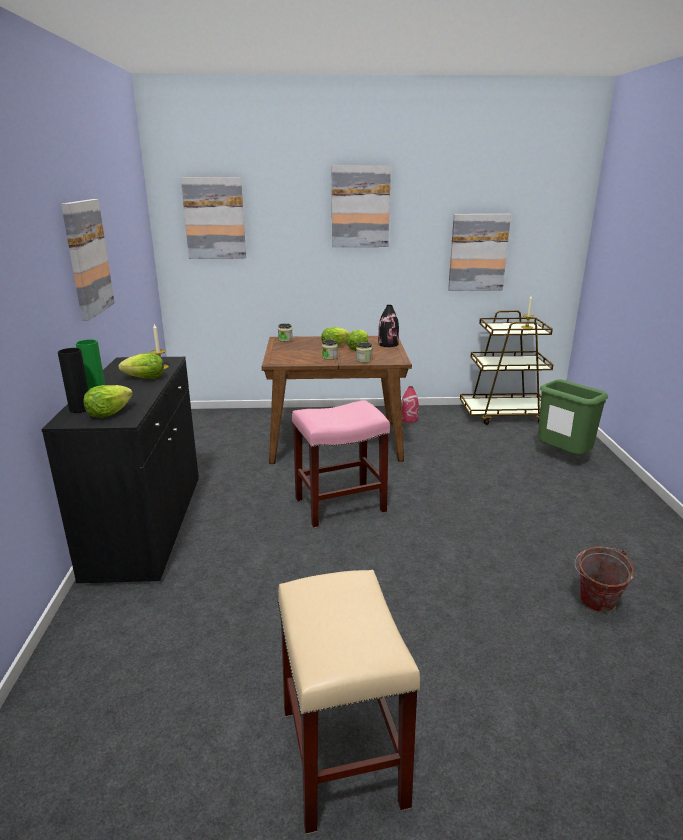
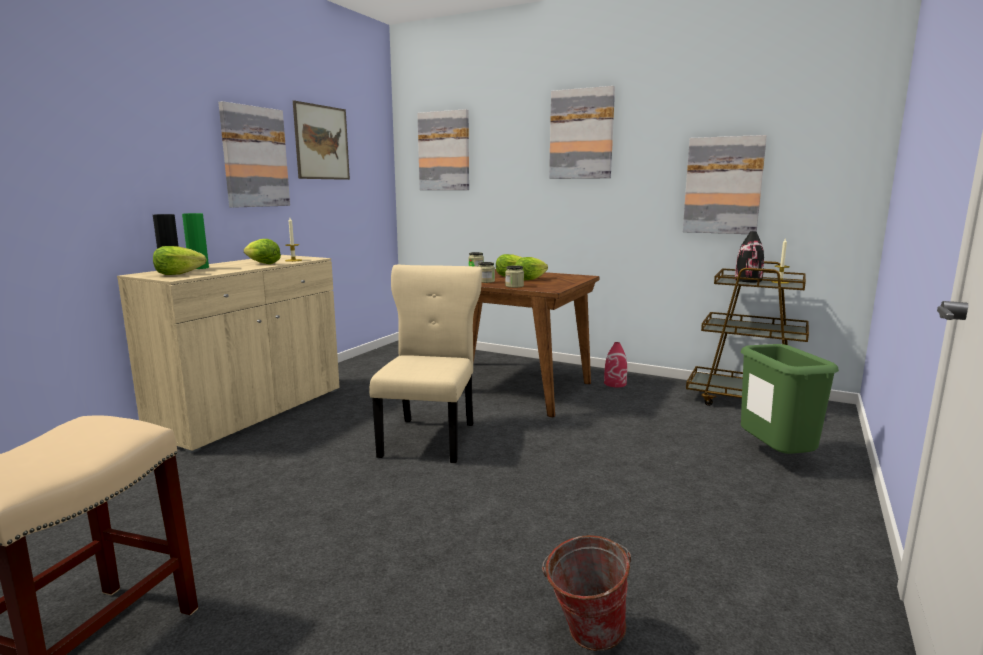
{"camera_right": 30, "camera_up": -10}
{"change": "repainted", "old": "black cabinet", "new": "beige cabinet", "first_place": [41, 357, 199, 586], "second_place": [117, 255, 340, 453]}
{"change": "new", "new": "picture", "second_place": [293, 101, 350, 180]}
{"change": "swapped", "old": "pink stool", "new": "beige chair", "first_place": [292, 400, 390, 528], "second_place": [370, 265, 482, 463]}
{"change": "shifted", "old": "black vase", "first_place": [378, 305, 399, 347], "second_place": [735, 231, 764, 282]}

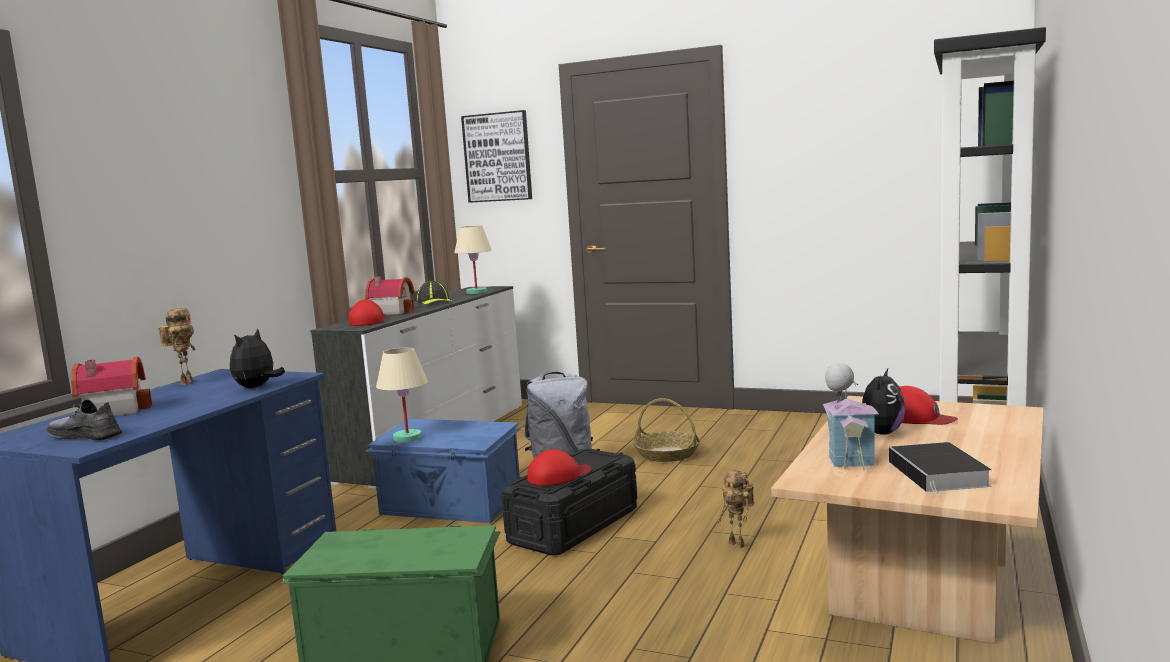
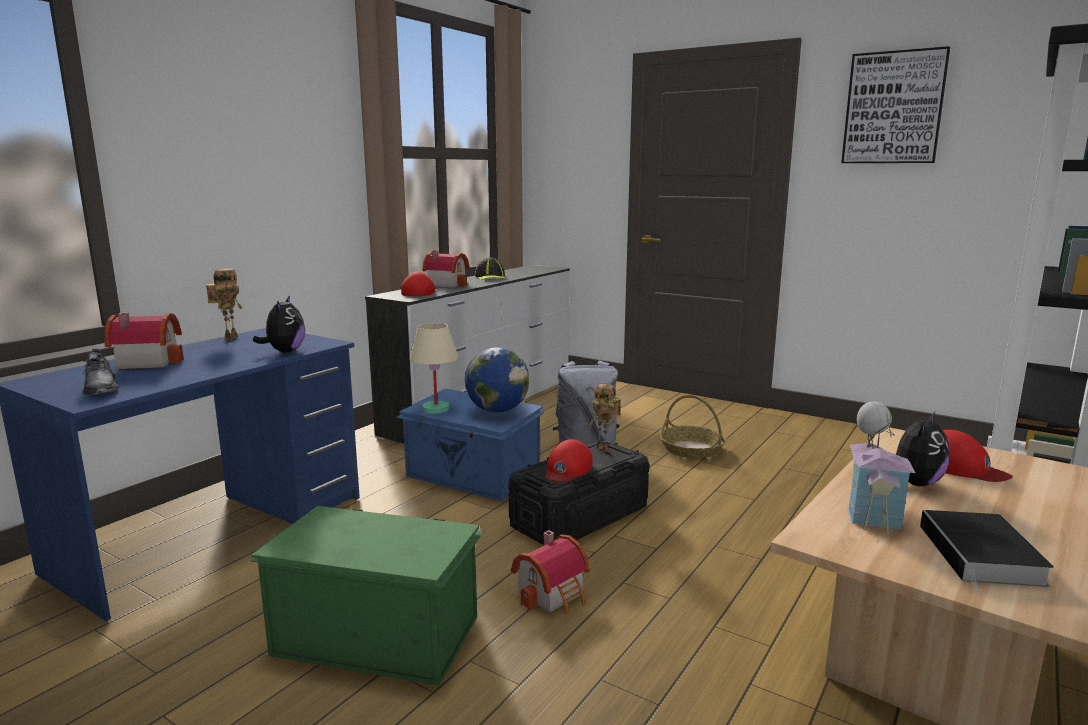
{"camera_right": 10, "camera_up": 5}
{"change": "rotated", "old": "grey shoe", "first_place": [46, 399, 122, 441], "second_place": [82, 348, 118, 395], "degrees": -150}
{"change": "rotated", "old": "plush toy", "first_place": [230, 328, 285, 388], "second_place": [253, 295, 305, 352], "degrees": 150}
{"change": "new", "new": "globe", "second_place": [465, 347, 529, 412]}
{"change": "new", "new": "toy house", "second_place": [511, 530, 590, 614]}
{"change": "rotated", "old": "red cap", "first_place": [527, 449, 591, 486], "second_place": [545, 439, 593, 482], "degrees": 135}
{"change": "shifted", "old": "toy robot", "first_place": [718, 470, 754, 548], "second_place": [588, 384, 621, 453]}
{"change": "shifted", "old": "picture", "first_place": [461, 110, 532, 203], "second_place": [841, 46, 950, 163]}
{"change": "gone", "old": "beige table lamp", "first_place": [454, 226, 492, 294]}

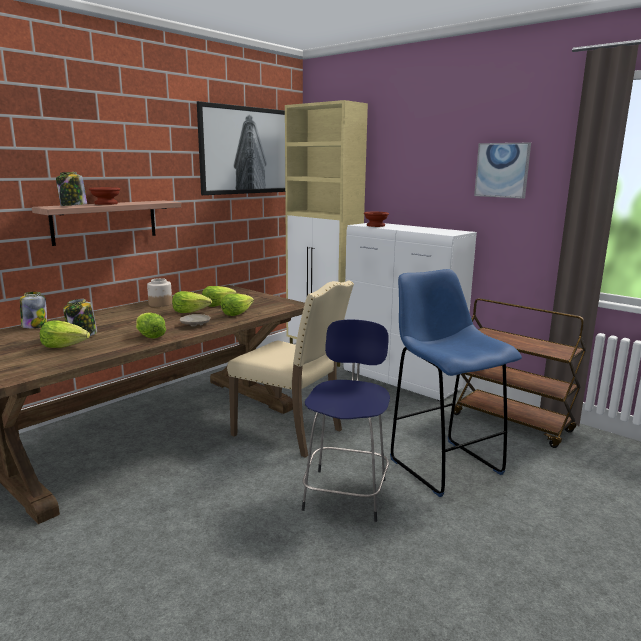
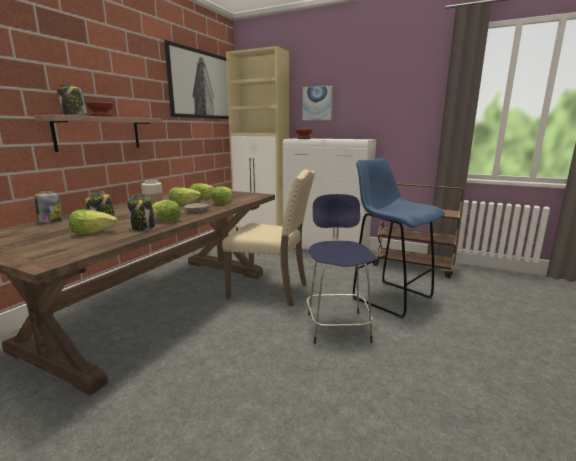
{"camera_right": -15, "camera_up": 0}
{"change": "new", "new": "jar", "second_place": [127, 194, 155, 231]}
{"change": "shifted", "old": "picture", "first_place": [474, 142, 531, 199], "second_place": [302, 85, 334, 121]}

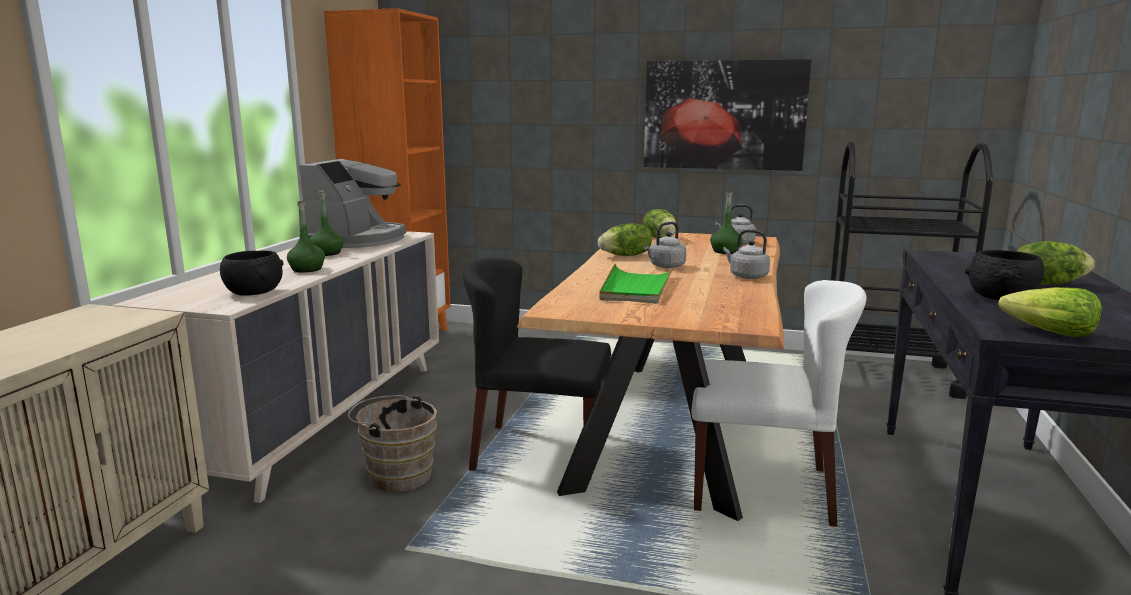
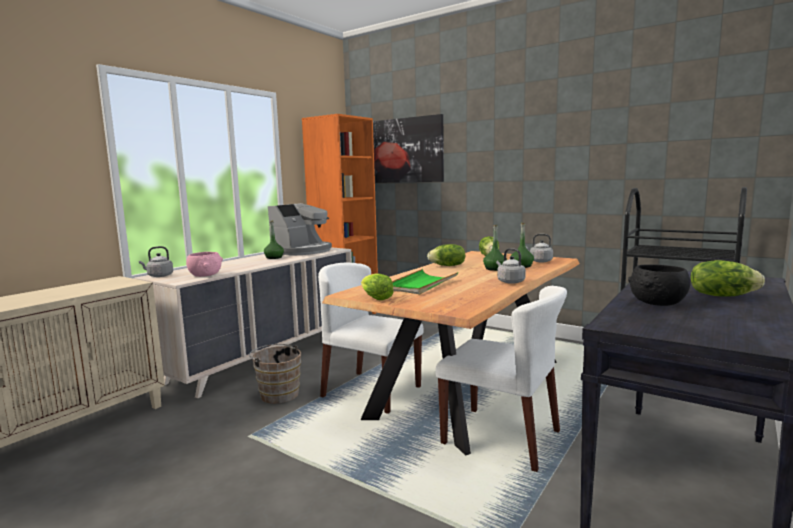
{"camera_right": 20, "camera_up": -5}
{"change": "shifted", "old": "grey kettle", "first_place": [644, 222, 686, 268], "second_place": [139, 246, 173, 277]}
{"change": "repainted", "old": "black bowl", "new": "pink bowl", "first_place": [220, 251, 283, 296], "second_place": [186, 252, 223, 277]}
{"change": "repainted", "old": "black chair", "new": "white chair", "first_place": [463, 258, 611, 481], "second_place": [318, 263, 424, 414]}
{"change": "shifted", "old": "lettuce", "first_place": [998, 287, 1102, 337], "second_place": [361, 274, 394, 300]}
{"change": "shifted", "old": "picture", "first_place": [644, 59, 811, 171], "second_place": [373, 114, 444, 183]}
{"change": "shifted", "old": "green bottle", "first_place": [287, 201, 325, 273], "second_place": [483, 225, 507, 271]}

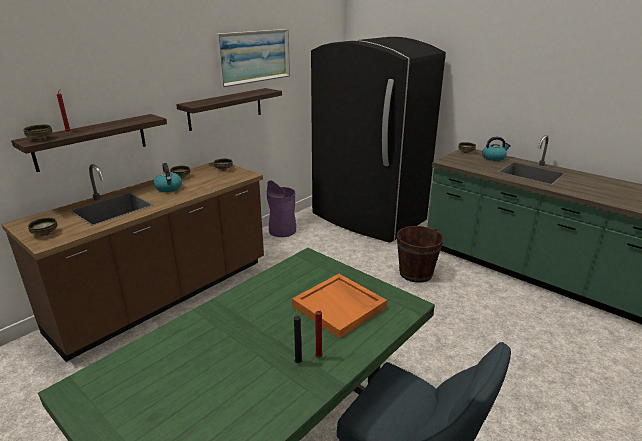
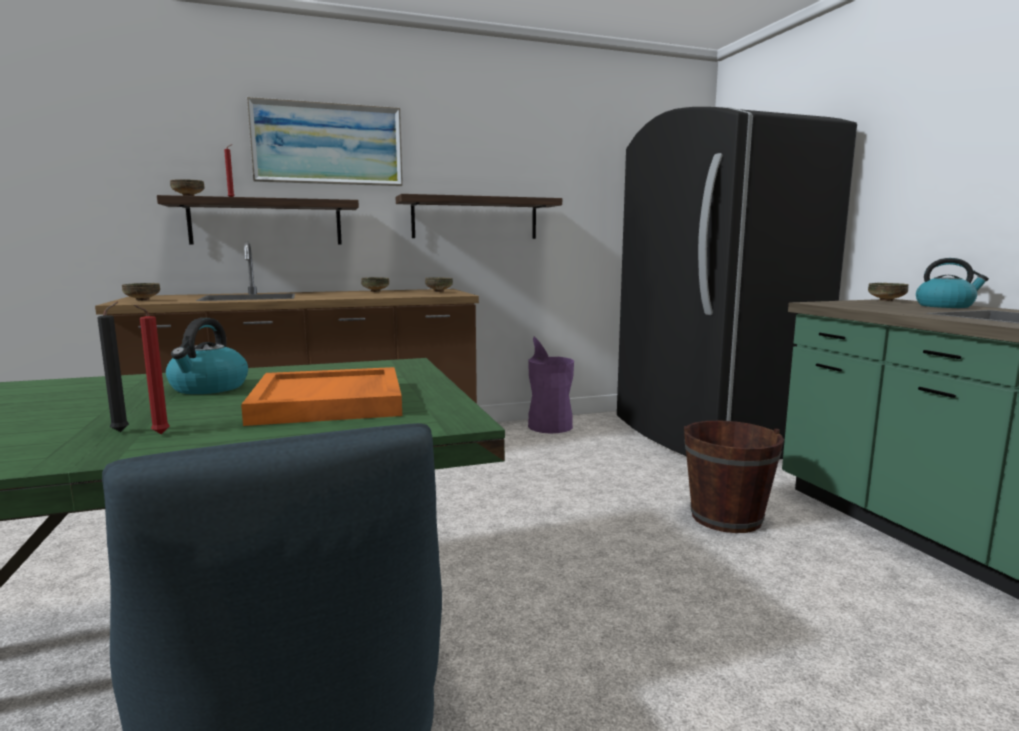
{"camera_right": 30, "camera_up": -15}
{"change": "shifted", "old": "kettle", "first_place": [154, 163, 182, 192], "second_place": [166, 318, 248, 394]}
{"change": "shifted", "old": "picture", "first_place": [216, 29, 290, 87], "second_place": [247, 97, 403, 186]}

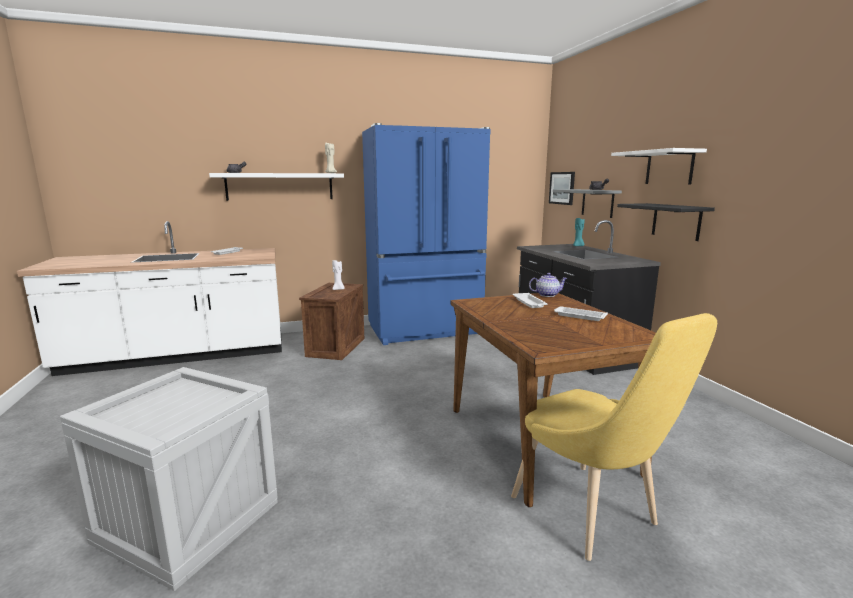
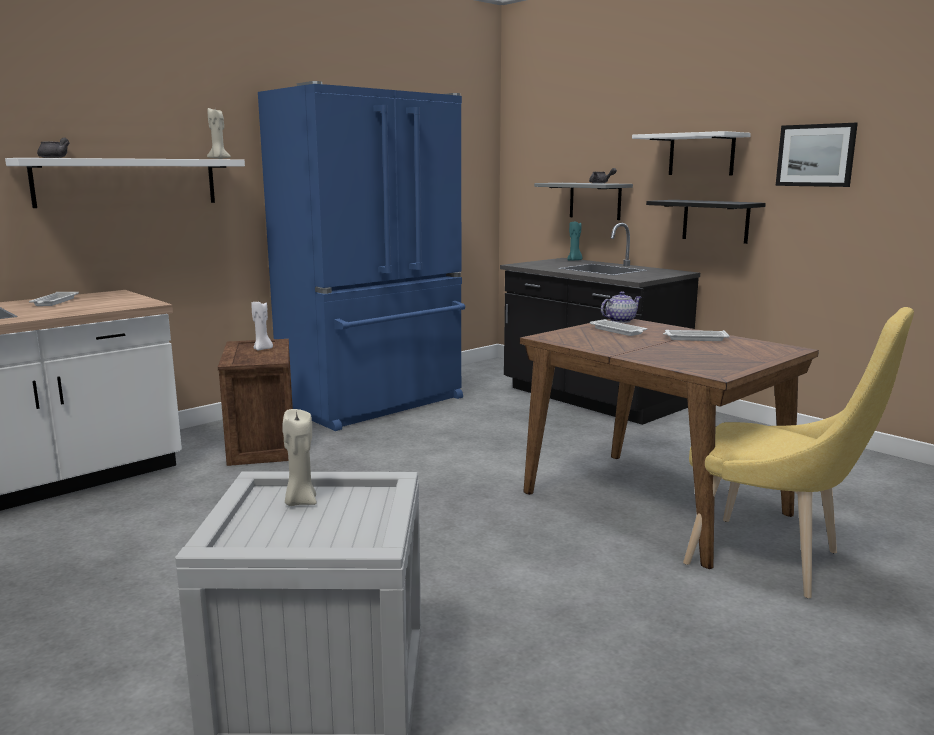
{"camera_right": -25, "camera_up": 0}
{"change": "new", "new": "beige candle", "second_place": [282, 409, 317, 506]}
{"change": "shifted", "old": "picture", "first_place": [549, 172, 575, 205], "second_place": [775, 123, 858, 187]}

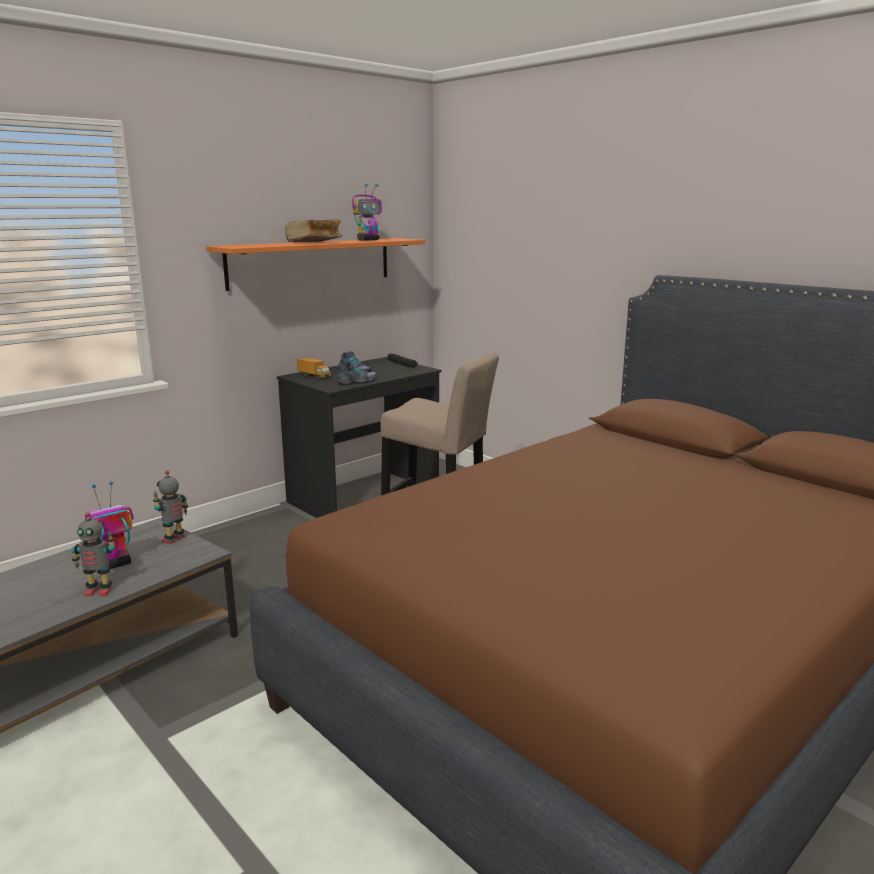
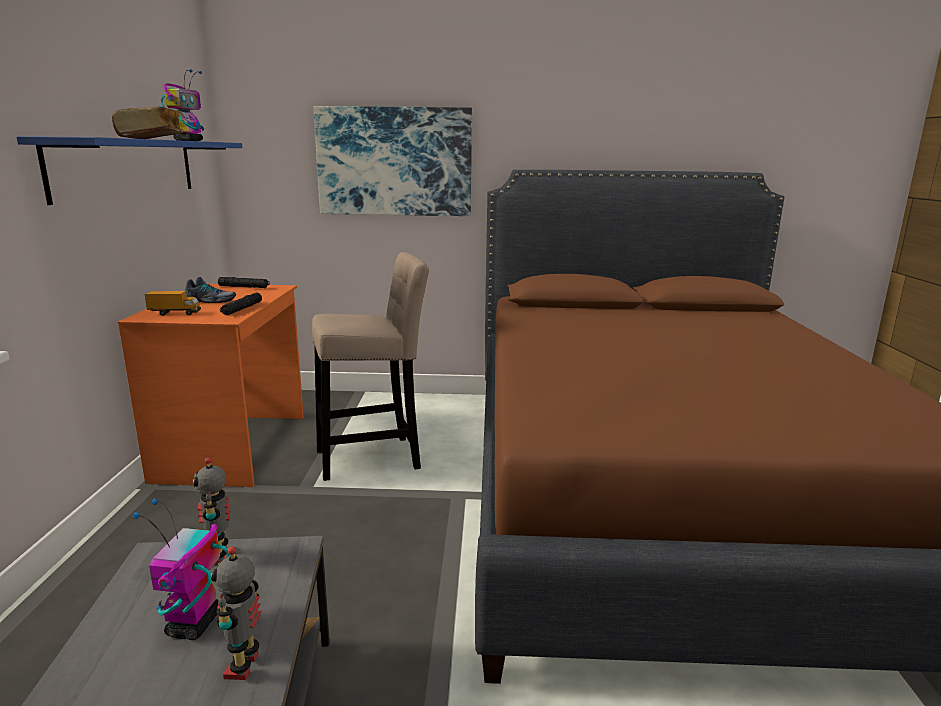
{"camera_right": -45, "camera_up": 0}
{"change": "repainted", "old": "orange shelf", "new": "blue shelf", "first_place": [206, 238, 425, 291], "second_place": [16, 136, 242, 205]}
{"change": "repainted", "old": "black desk", "new": "orange desk", "first_place": [277, 357, 442, 518], "second_place": [118, 284, 304, 487]}
{"change": "rotated", "old": "toy robot", "first_place": [71, 512, 115, 596], "second_place": [211, 546, 261, 680], "degrees": 135}
{"change": "swapped", "old": "shoe", "new": "black flashlight", "first_place": [337, 362, 377, 385], "second_place": [220, 292, 262, 315]}
{"change": "new", "new": "picture", "second_place": [314, 106, 472, 216]}

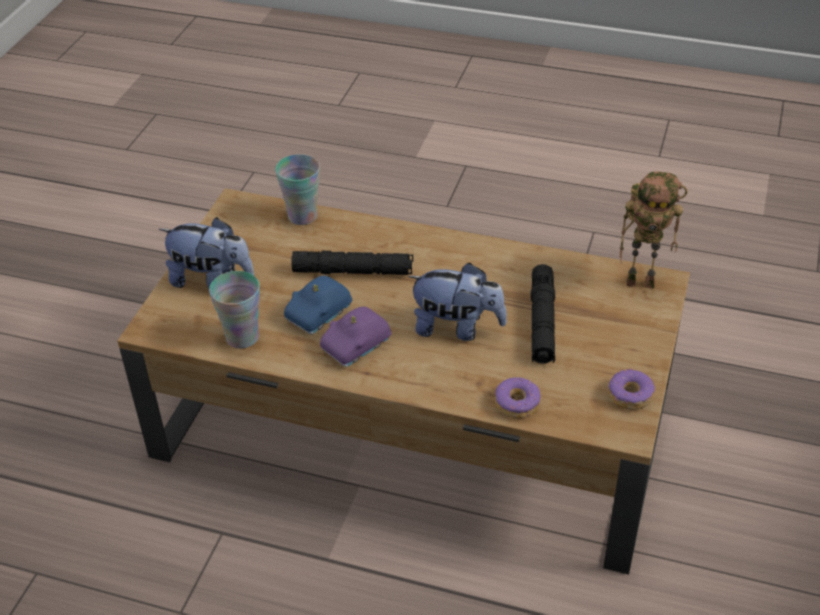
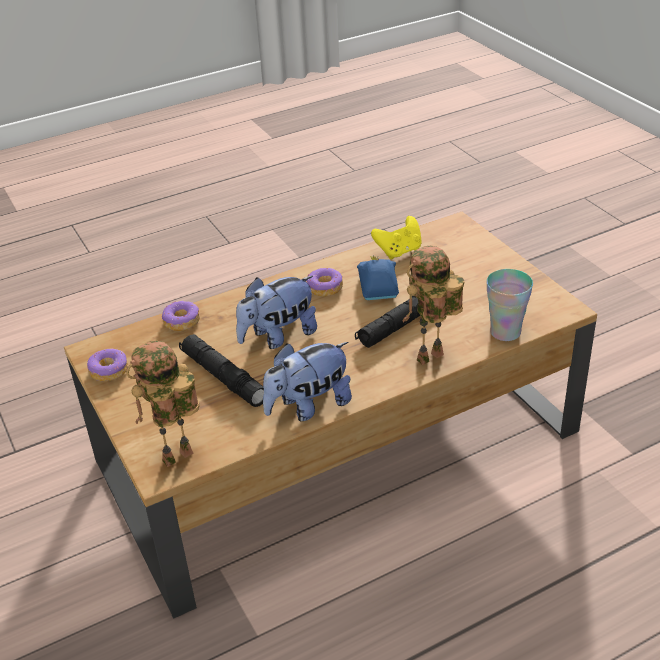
{"camera_right": 135, "camera_up": -5}
{"change": "shifted", "old": "plush toy", "first_place": [159, 217, 254, 288], "second_place": [263, 342, 352, 421]}
{"change": "swapped", "old": "purple toy car", "new": "donut", "first_place": [320, 307, 392, 367], "second_place": [307, 268, 343, 296]}
{"change": "swapped", "old": "cup", "new": "yellow game controller", "first_place": [209, 271, 260, 348], "second_place": [371, 216, 422, 259]}
{"change": "new", "new": "toy robot", "second_place": [402, 246, 465, 365]}

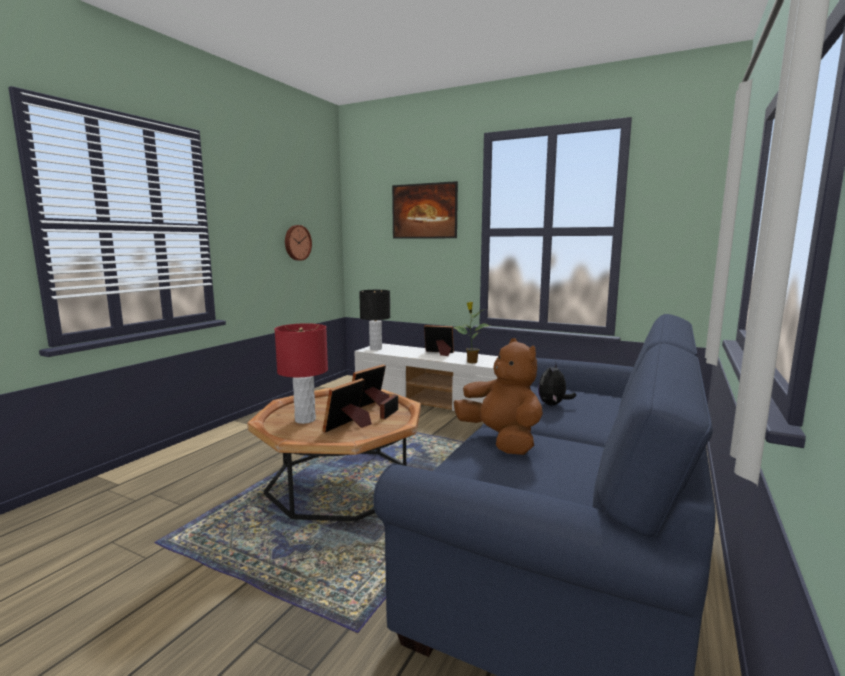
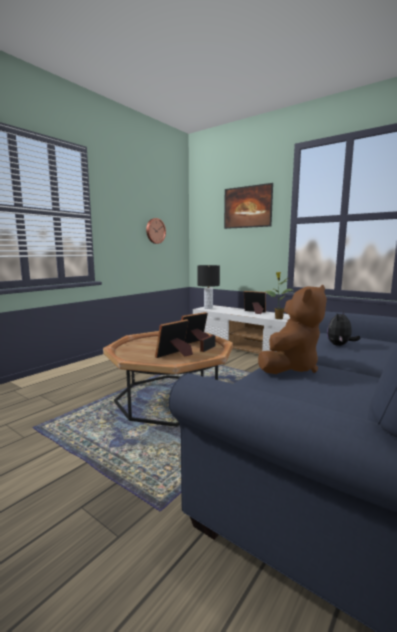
{"camera_right": 10, "camera_up": 0}
{"change": "rotated", "old": "brown plush toy", "first_place": [454, 338, 543, 455], "second_place": [258, 285, 327, 374], "degrees": 60}
{"change": "gone", "old": "red table lamp", "first_place": [274, 323, 328, 424]}

